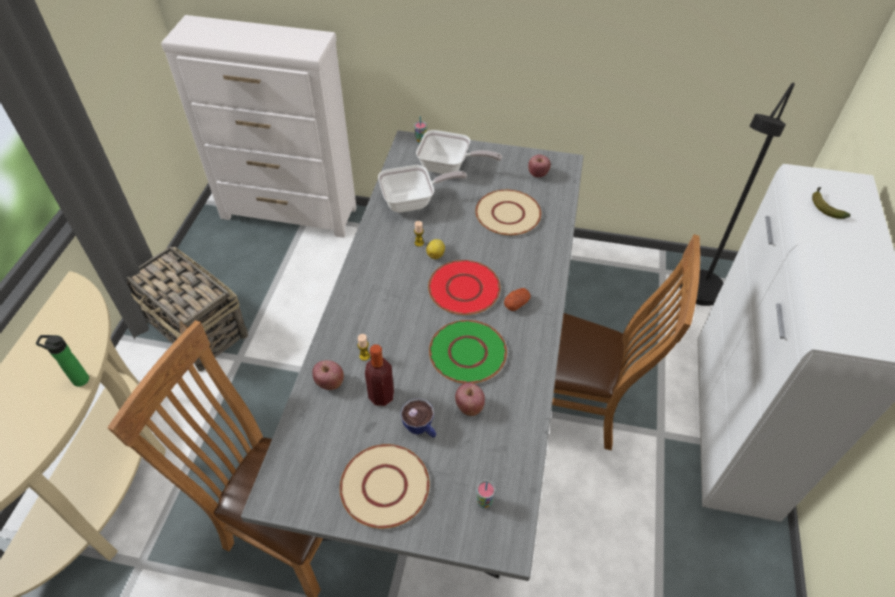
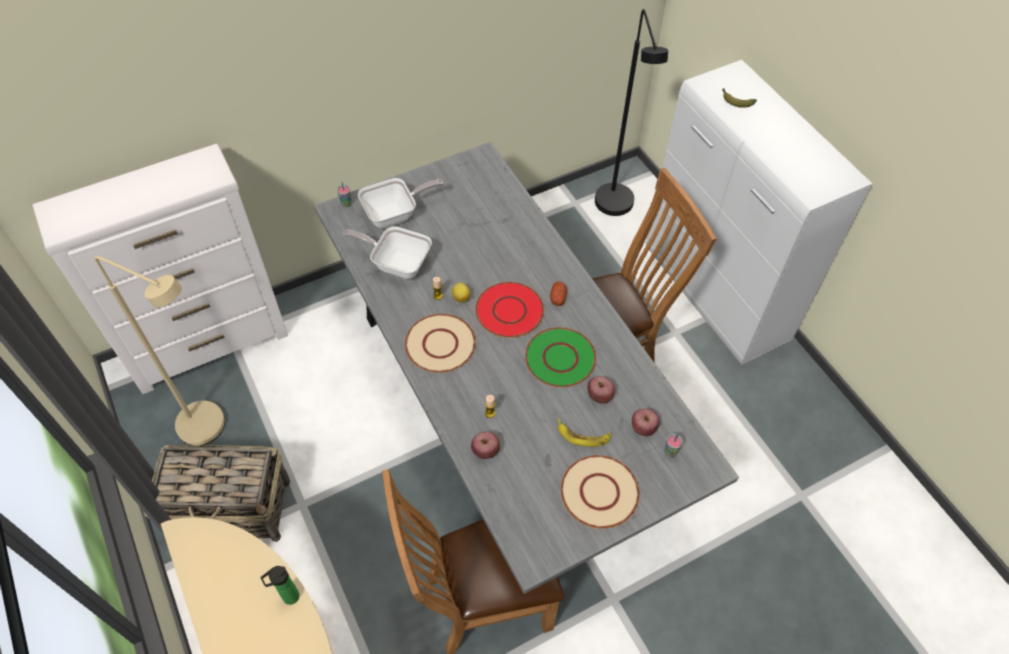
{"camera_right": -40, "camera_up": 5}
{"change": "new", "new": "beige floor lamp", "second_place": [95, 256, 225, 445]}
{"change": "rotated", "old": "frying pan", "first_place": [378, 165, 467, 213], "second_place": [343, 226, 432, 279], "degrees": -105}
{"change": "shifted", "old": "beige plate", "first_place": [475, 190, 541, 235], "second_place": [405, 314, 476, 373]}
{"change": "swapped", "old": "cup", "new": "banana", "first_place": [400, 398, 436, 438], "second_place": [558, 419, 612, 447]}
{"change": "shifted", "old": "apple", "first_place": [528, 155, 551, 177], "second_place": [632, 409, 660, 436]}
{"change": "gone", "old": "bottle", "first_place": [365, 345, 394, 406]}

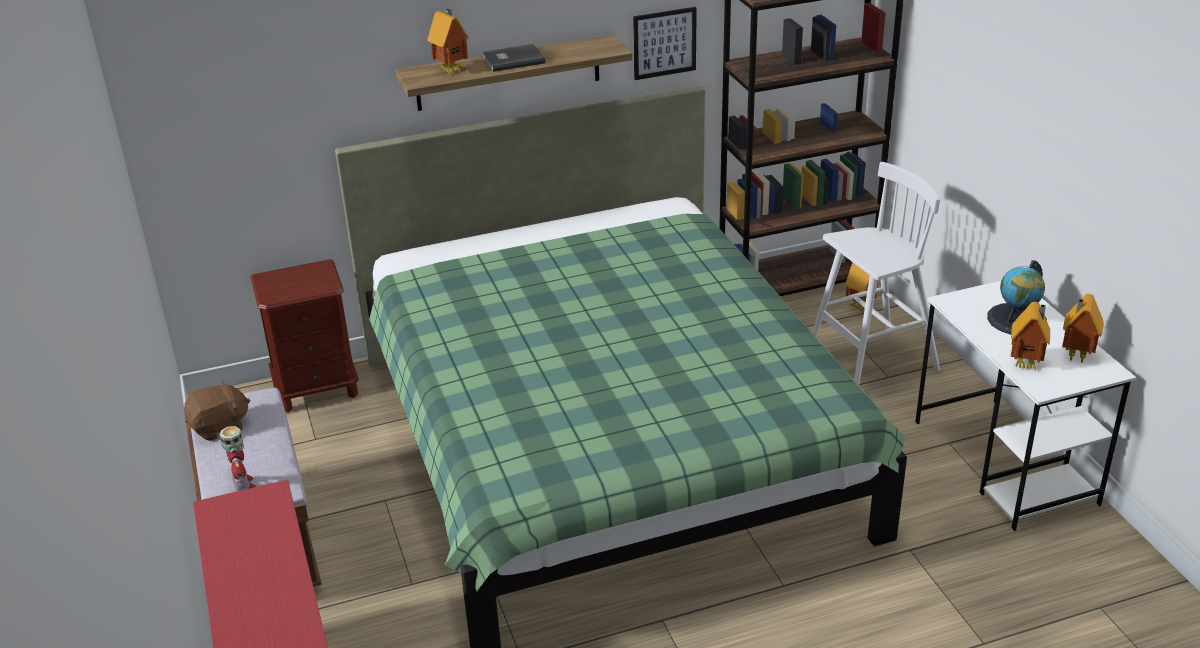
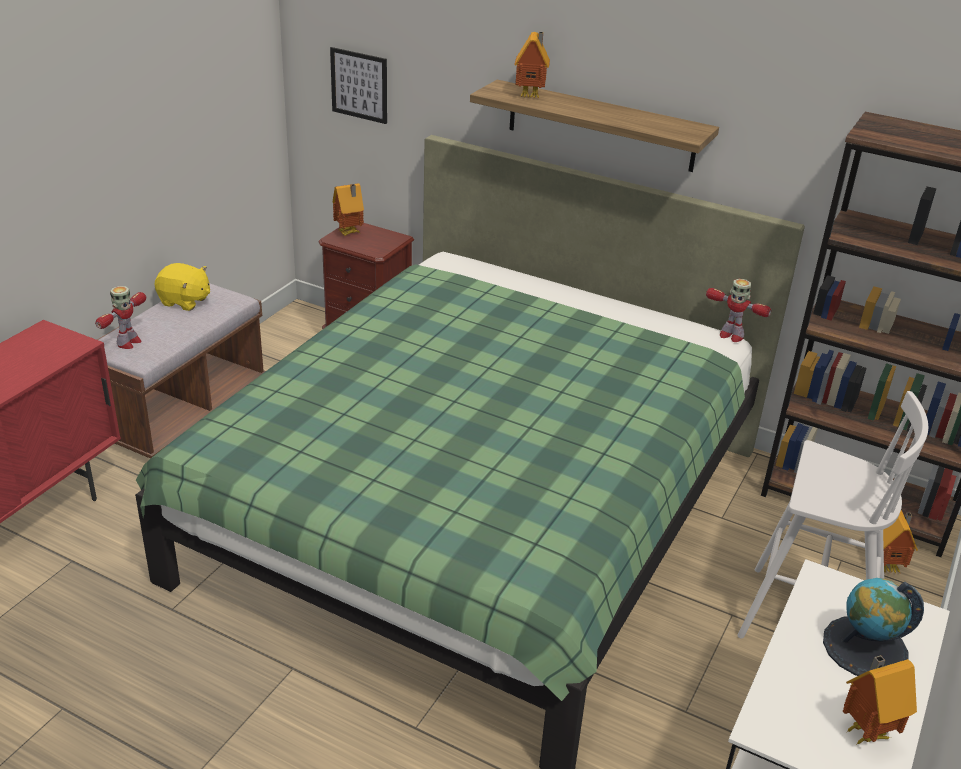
{"camera_right": 45, "camera_up": 0}
{"change": "repainted", "old": "brown plush toy", "new": "yellow plush toy", "first_place": [184, 380, 250, 441], "second_place": [155, 263, 210, 311]}
{"change": "shifted", "old": "picture", "first_place": [633, 7, 697, 80], "second_place": [330, 47, 387, 124]}
{"change": "shifted", "old": "toy house", "first_place": [1011, 302, 1050, 370], "second_place": [333, 183, 364, 236]}
{"change": "new", "new": "toy robot", "second_place": [706, 279, 772, 342]}
{"change": "gone", "old": "grey book", "first_place": [482, 44, 546, 72]}

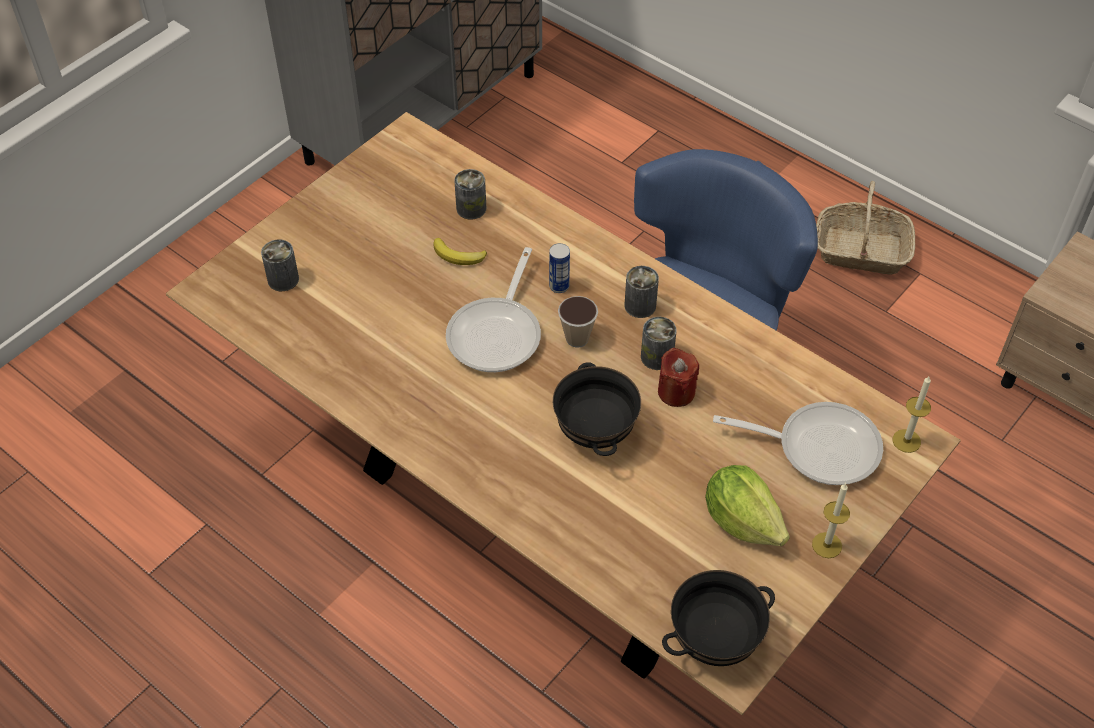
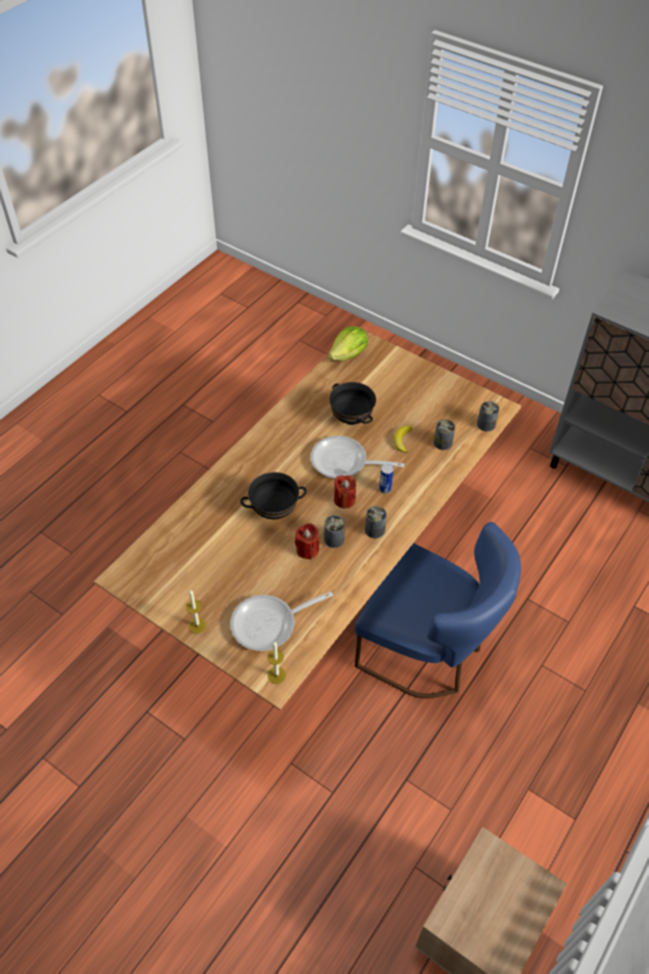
{"camera_right": 85, "camera_up": 0}
{"change": "rotated", "old": "frying pan", "first_place": [713, 402, 883, 485], "second_place": [230, 591, 333, 651], "degrees": 60}
{"change": "shifted", "old": "lettuce", "first_place": [705, 465, 790, 546], "second_place": [328, 326, 368, 361]}
{"change": "shifted", "old": "black bowl", "first_place": [662, 570, 775, 666], "second_place": [329, 382, 376, 425]}
{"change": "swapped", "old": "cup", "new": "red candle", "first_place": [558, 296, 598, 348], "second_place": [334, 475, 356, 508]}
{"change": "shifted", "old": "can", "first_place": [261, 240, 299, 291], "second_place": [477, 401, 499, 432]}
{"change": "gone", "old": "basket", "first_place": [816, 181, 915, 275]}

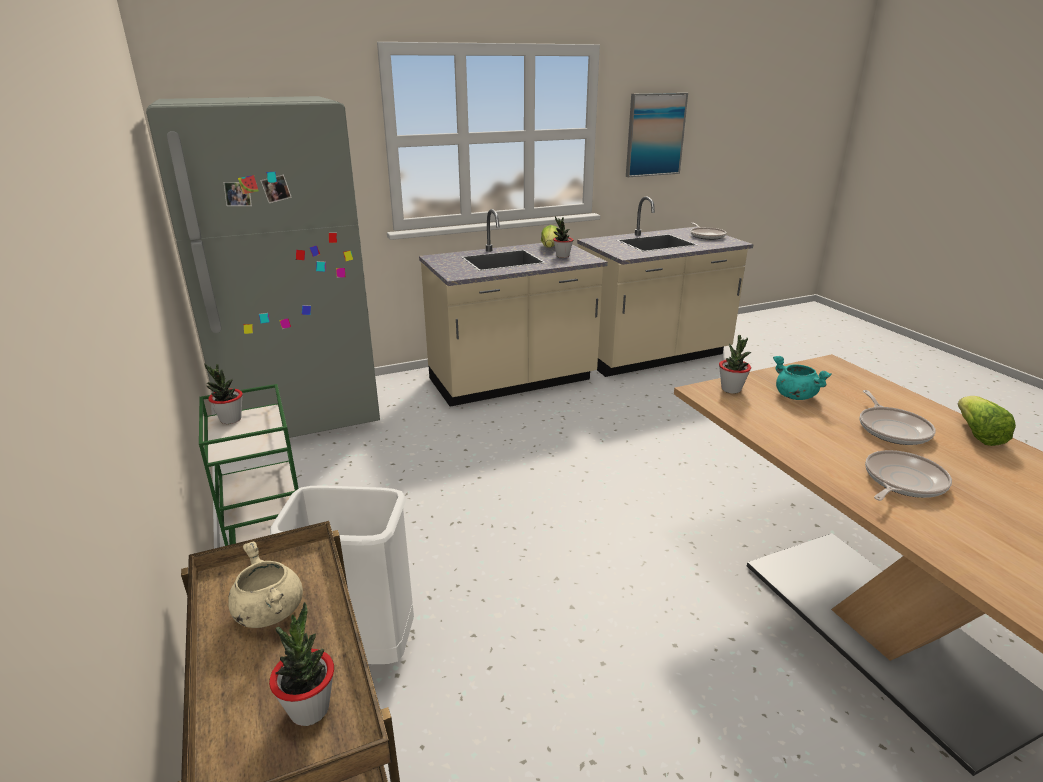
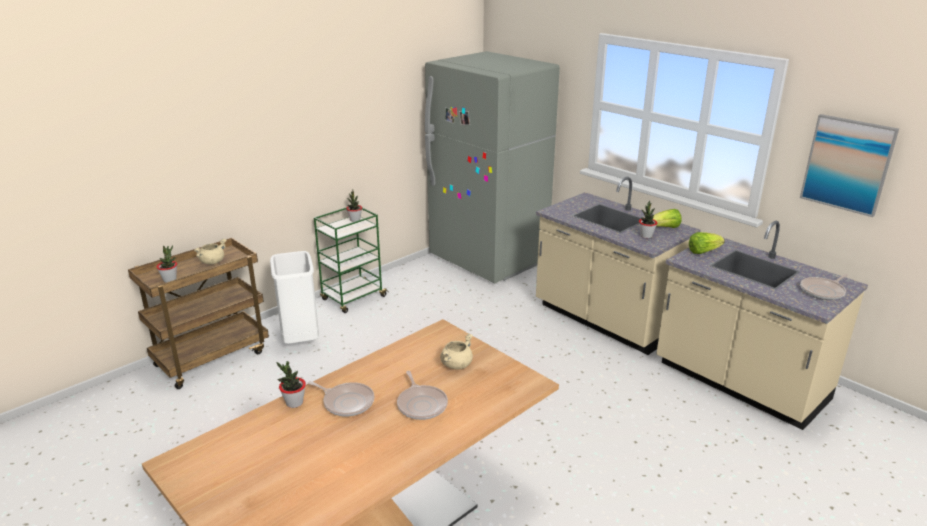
{"camera_right": 70, "camera_up": 0}
{"change": "shifted", "old": "potted plant", "first_place": [719, 335, 751, 394], "second_place": [277, 361, 306, 408]}
{"change": "rotated", "old": "frying pan", "first_place": [860, 390, 936, 445], "second_place": [397, 371, 448, 420], "degrees": -90}
{"change": "repainted", "old": "turquoise cooking pot", "new": "beige cooking pot", "first_place": [773, 356, 832, 400], "second_place": [440, 333, 473, 370]}
{"change": "shifted", "old": "lettuce", "first_place": [958, 396, 1016, 446], "second_place": [689, 232, 725, 254]}

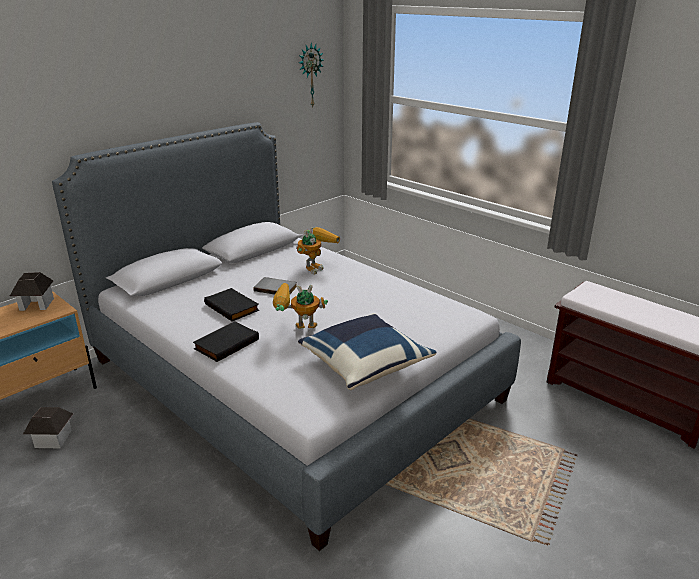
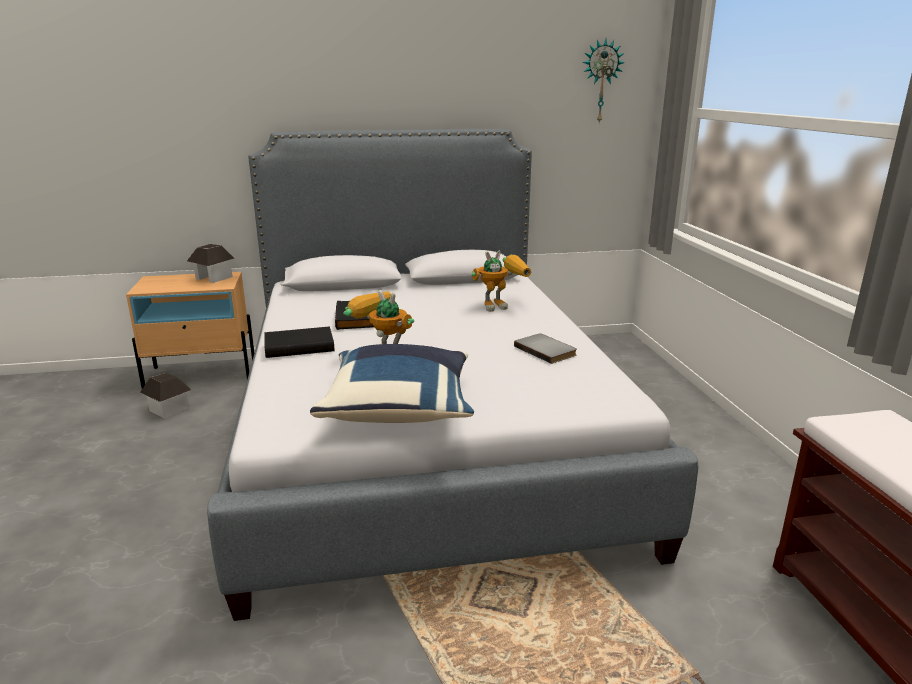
{"camera_right": 35, "camera_up": -5}
{"change": "shifted", "old": "grey book", "first_place": [253, 277, 297, 295], "second_place": [514, 334, 577, 364]}

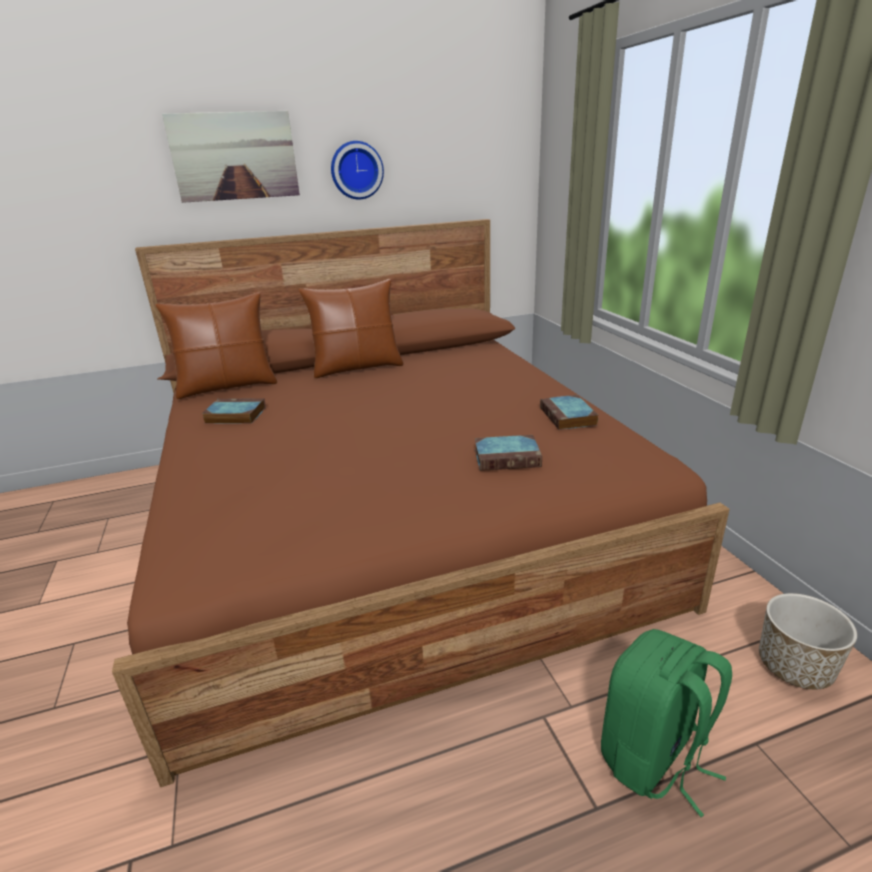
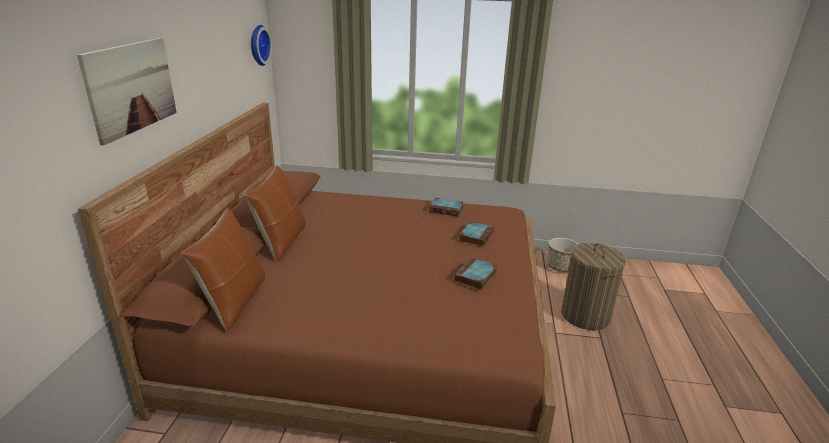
{"camera_right": -65, "camera_up": 0}
{"change": "shifted", "old": "wall clock", "first_place": [331, 141, 384, 200], "second_place": [251, 25, 272, 66]}
{"change": "shifted", "old": "book", "first_place": [202, 398, 266, 424], "second_place": [454, 258, 497, 290]}
{"change": "swapped", "old": "green backpack", "new": "laundry basket", "first_place": [601, 629, 732, 817], "second_place": [561, 243, 625, 330]}

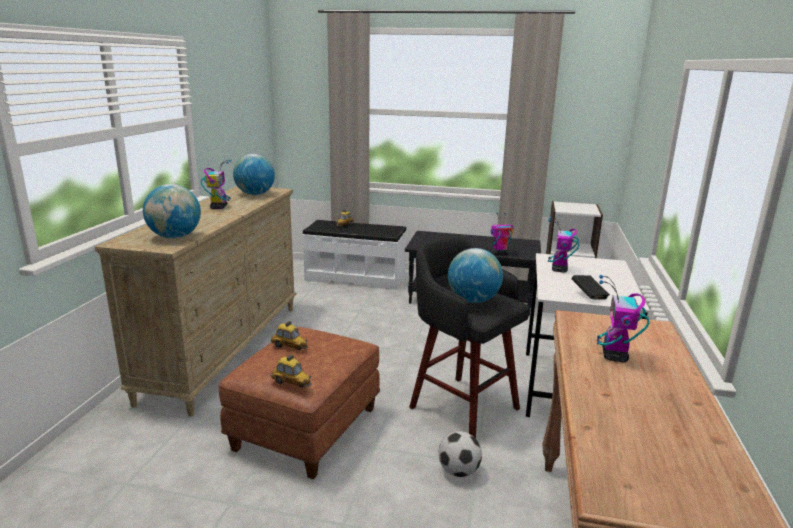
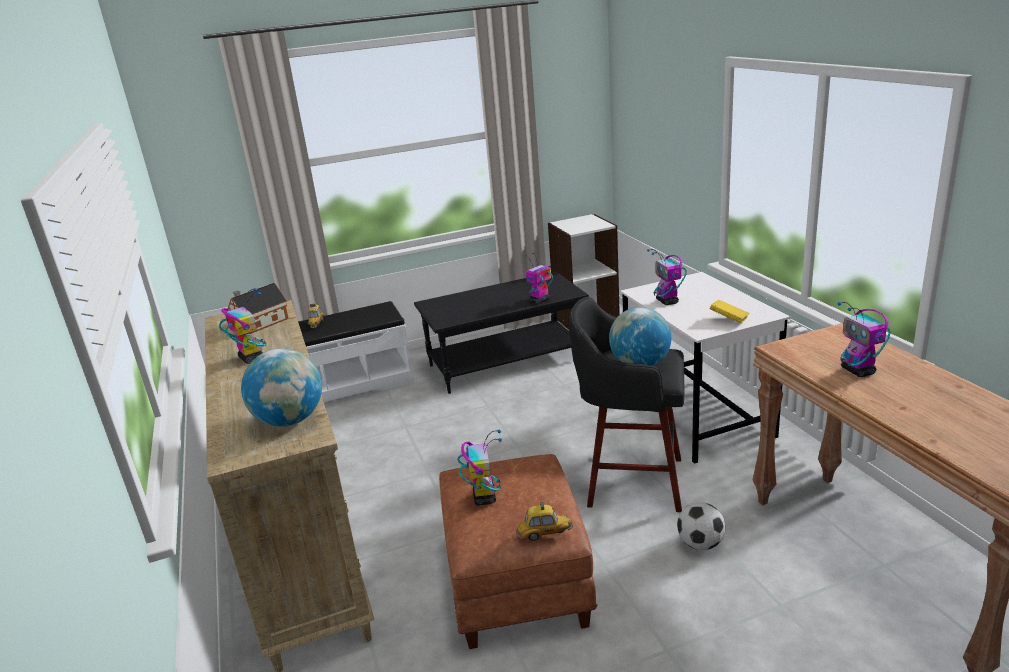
{"camera_right": -30, "camera_up": 5}
{"change": "swapped", "old": "globe", "new": "toy house", "first_place": [233, 154, 275, 195], "second_place": [228, 283, 289, 334]}
{"change": "swapped", "old": "toy car", "new": "toy robot", "first_place": [270, 321, 308, 350], "second_place": [457, 429, 502, 505]}
{"change": "repainted", "old": "black book", "new": "yellow book", "first_place": [572, 275, 610, 300], "second_place": [710, 300, 749, 323]}

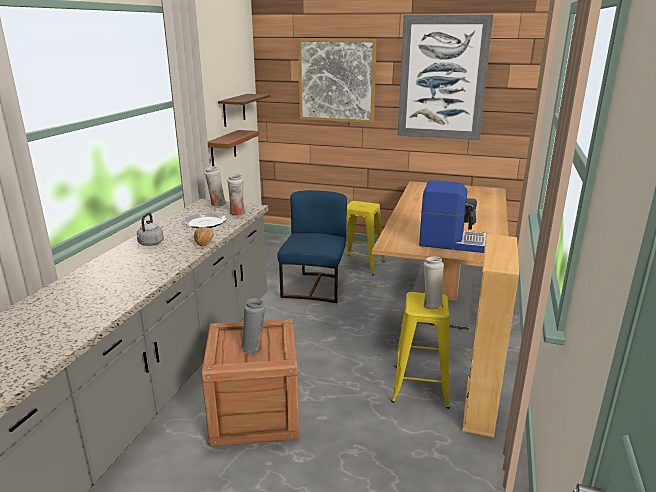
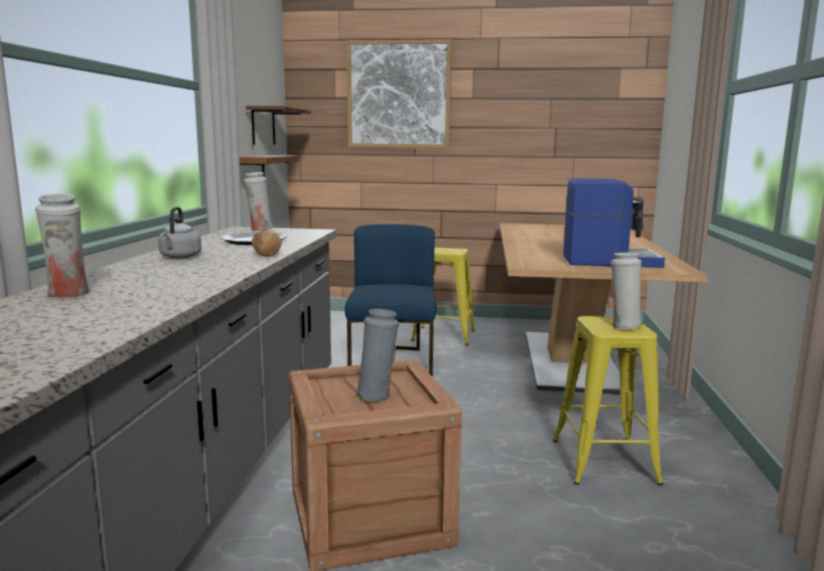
{"camera_right": -10, "camera_up": -10}
{"change": "shifted", "old": "white vase", "first_place": [227, 174, 246, 215], "second_place": [35, 194, 92, 297]}
{"change": "gone", "old": "picture", "first_place": [398, 15, 493, 140]}
{"change": "gone", "old": "beige bookcase", "first_place": [462, 234, 519, 438]}

